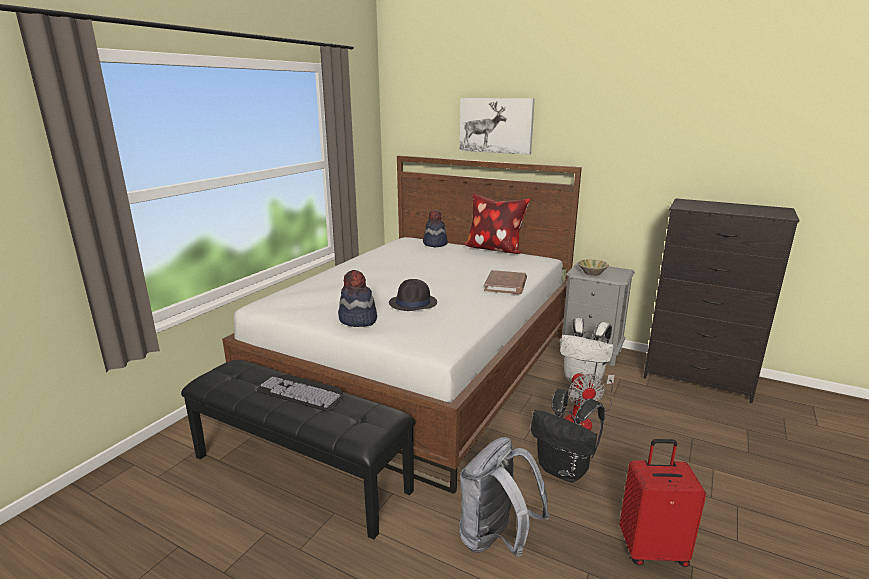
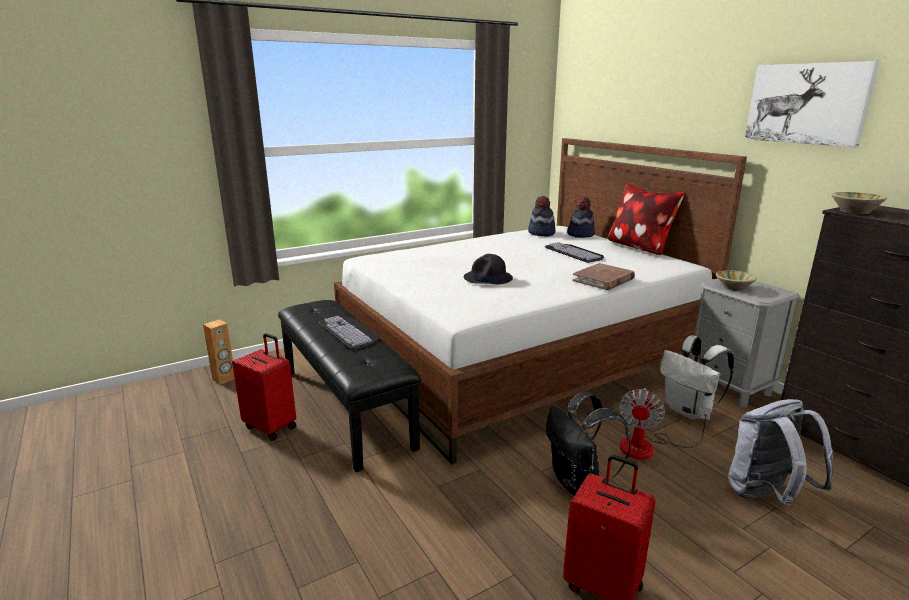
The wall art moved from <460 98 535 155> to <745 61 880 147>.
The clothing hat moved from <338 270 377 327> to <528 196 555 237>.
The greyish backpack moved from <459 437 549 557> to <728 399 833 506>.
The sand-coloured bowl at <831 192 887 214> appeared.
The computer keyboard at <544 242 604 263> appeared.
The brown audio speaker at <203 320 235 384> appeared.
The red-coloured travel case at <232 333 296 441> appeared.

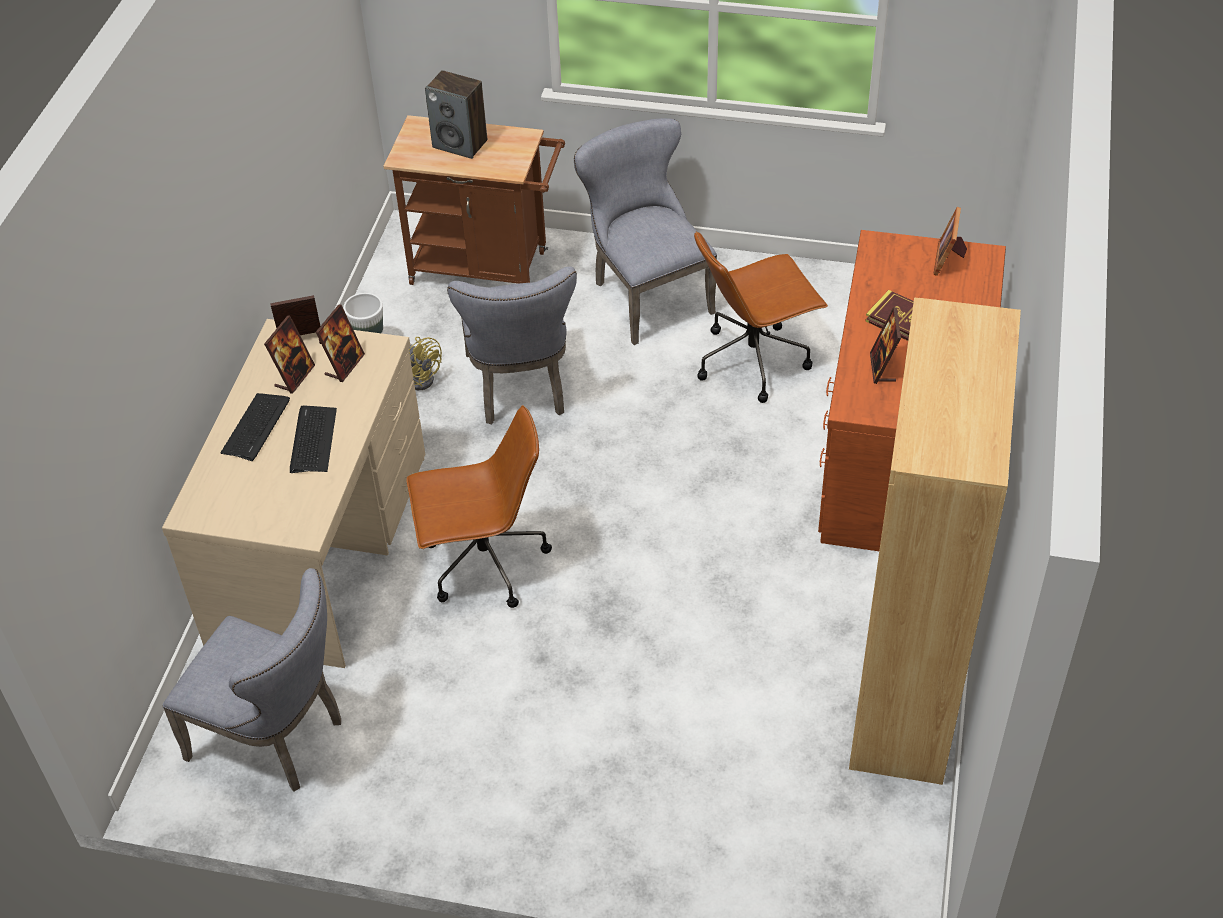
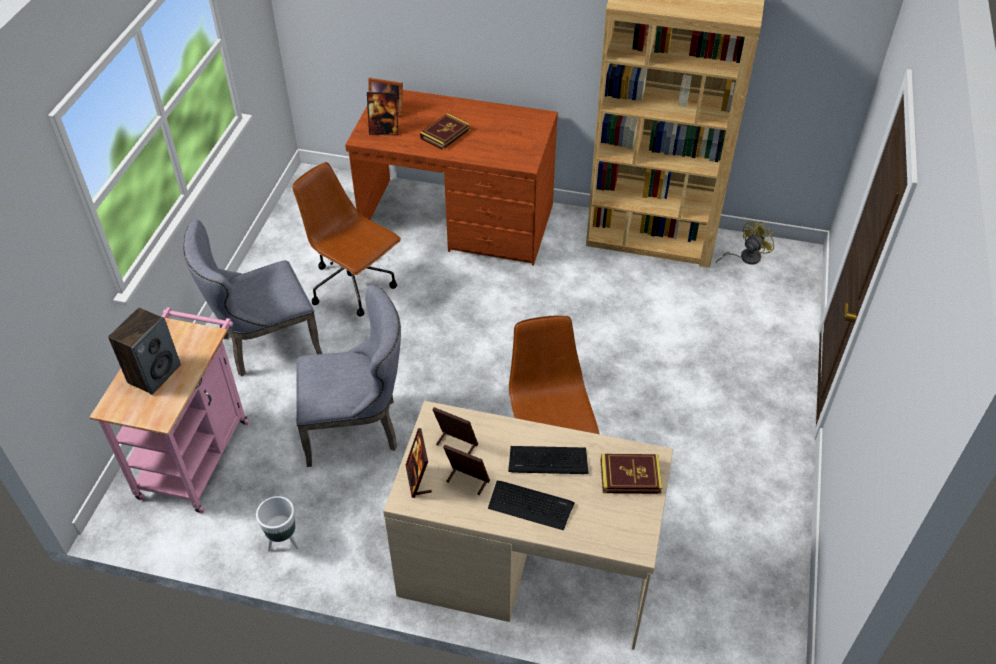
The brown trolley at <383 115 565 285> became the pink trolley at <90 307 249 514>.
The brown desk chair at <694 231 828 403> turned 150 degrees clockwise.
The standing frame moved from <870 307 901 384> to <367 92 399 135>.
The yellow-coloured cooling fan moved from <409 337 442 390> to <716 221 774 265>.
The greyish plain chair at <162 568 341 792> disappeared.
The book at <600 454 662 494> appeared.

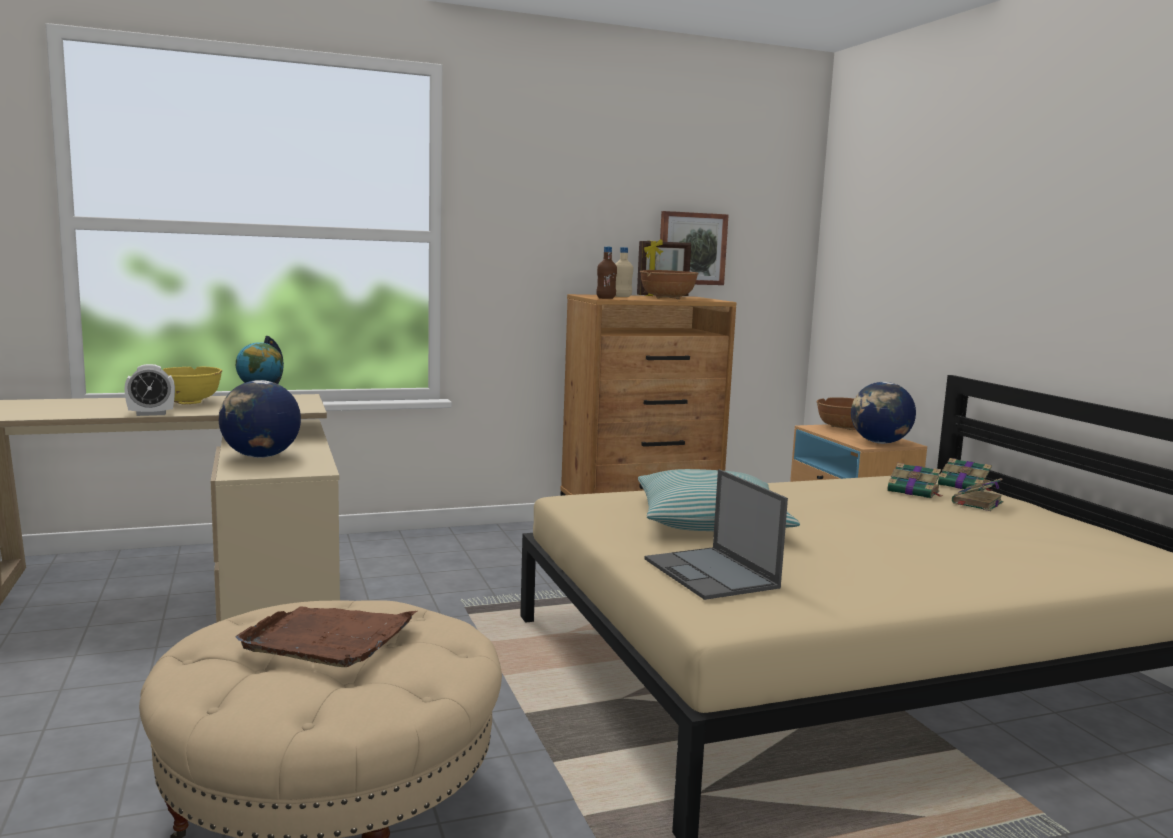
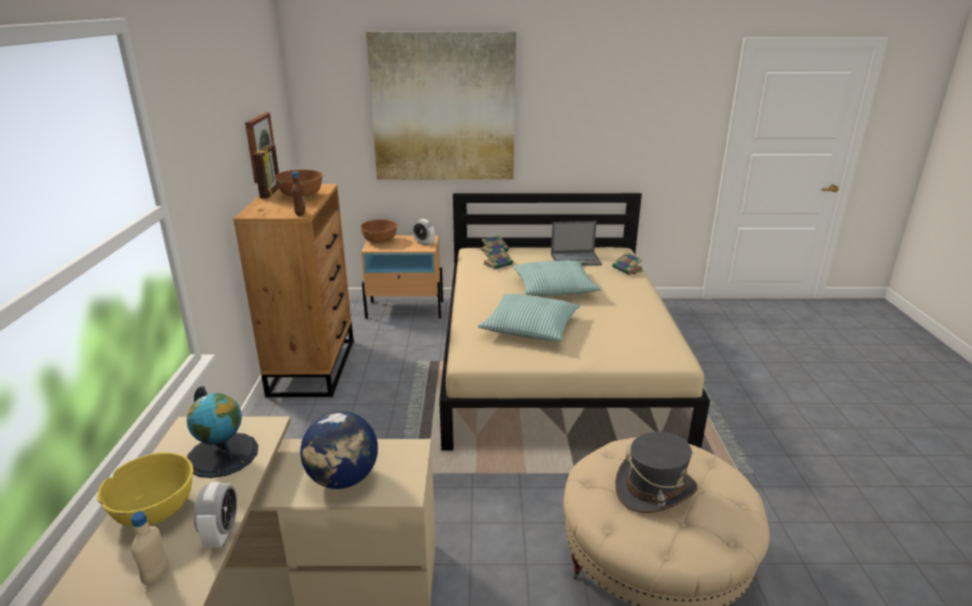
The sand-coloured drink bottle moved from <615 247 633 297> to <131 511 168 585>.
The world globe at <851 382 916 444> was replaced by the alarm clock at <413 219 435 246>.
The laptop moved from <645 469 788 600> to <551 221 602 266>.
The book moved from <952 478 1003 511> to <612 252 643 275>.
The brown tray at <235 607 417 667> was replaced by the greyish clothing hat at <615 432 698 513>.
The wall art at <366 32 516 180> appeared.
The pillow at <513 260 601 296> appeared.

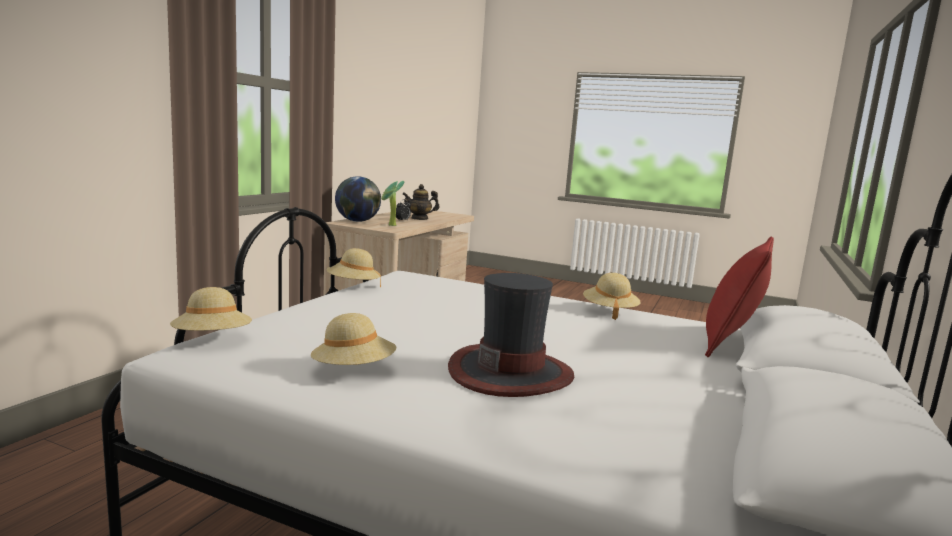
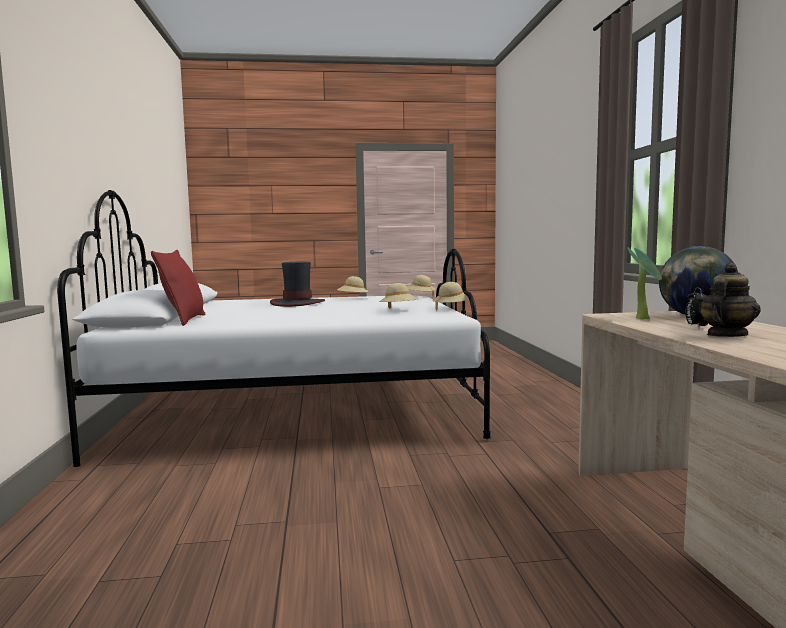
The sand-coloured clothing hat moved from <583 273 641 320> to <379 283 418 309>.

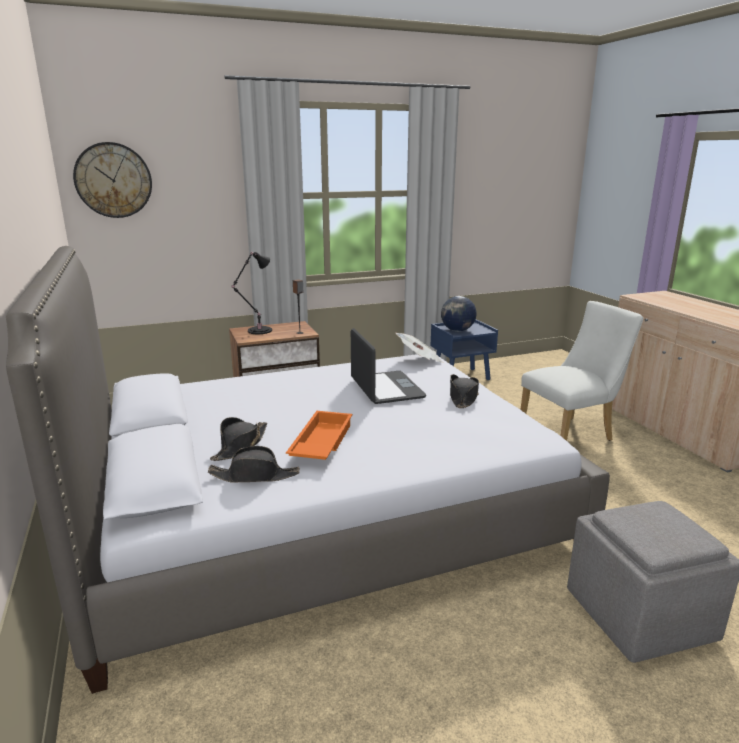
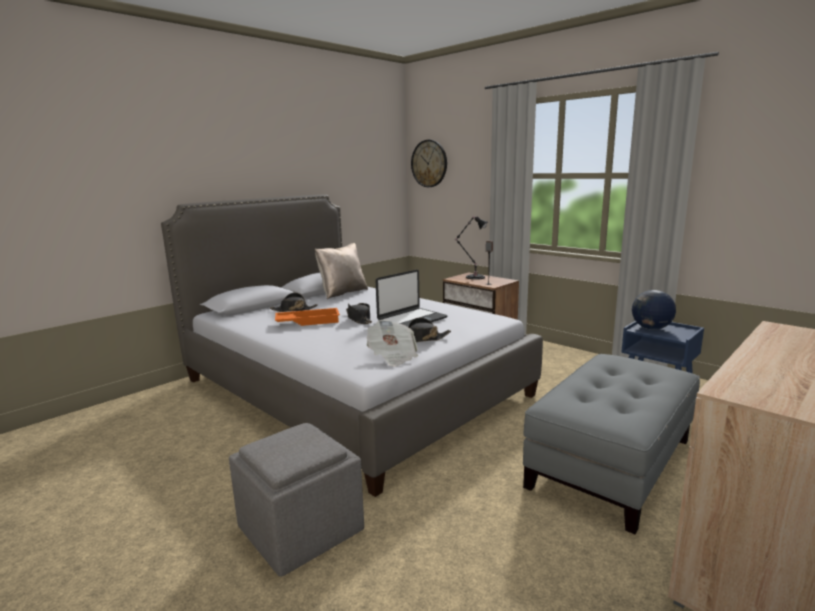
The white plain chair at <520 301 643 441> was replaced by the greyish pouffe at <523 354 700 534>.
The daily paper moved from <396 333 444 363> to <366 320 418 367>.
The black-coloured clothing hat moved from <208 446 300 483> to <346 303 372 324>.
The sand-coloured pillow at <315 243 368 299> appeared.

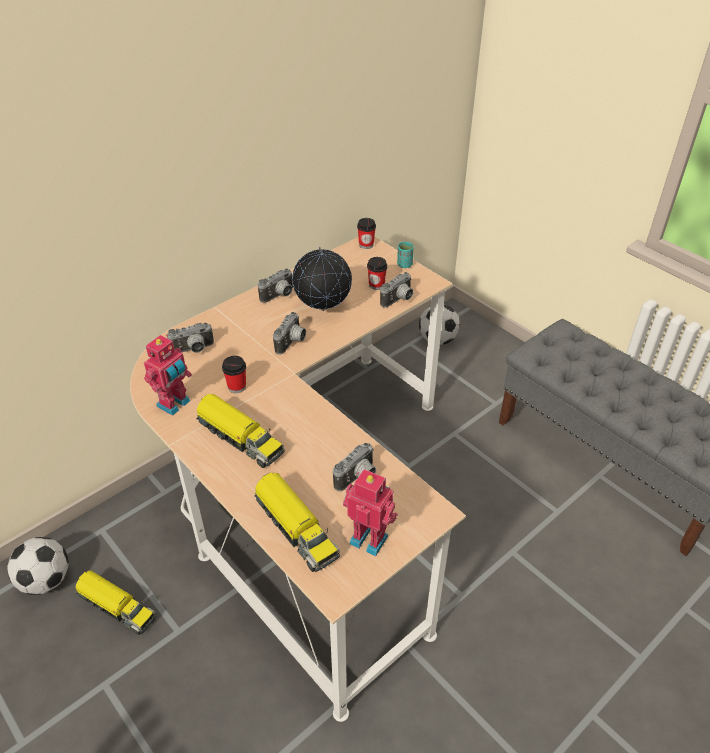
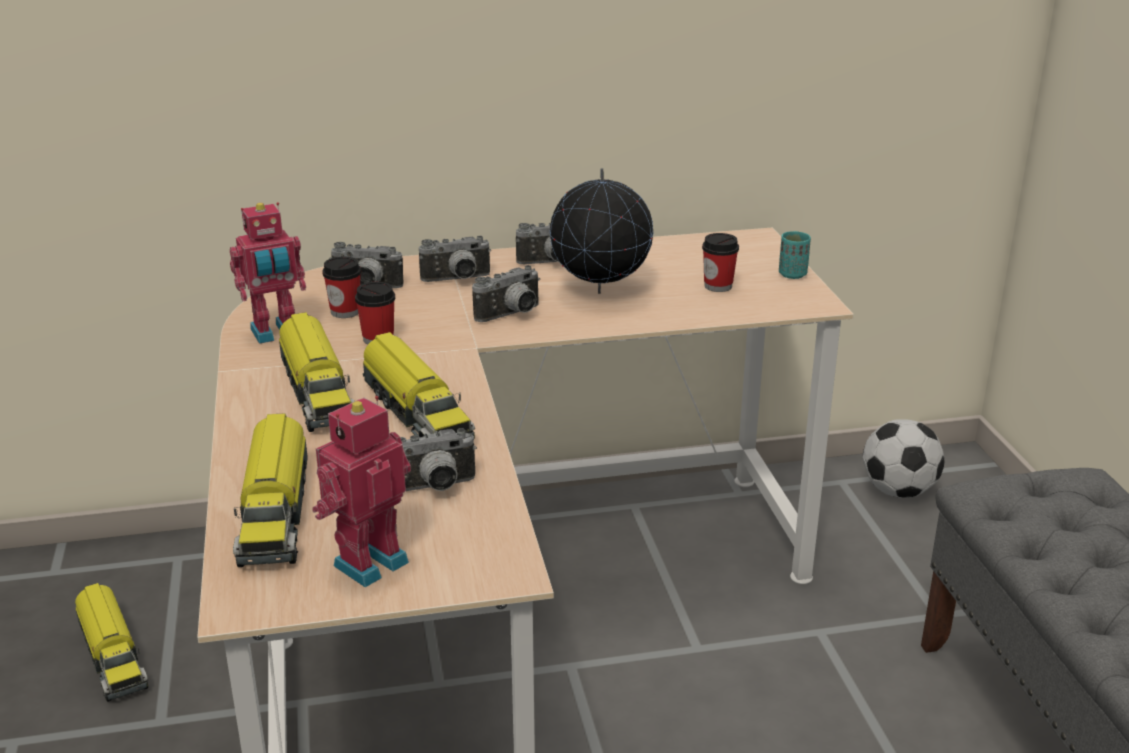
The drinking cup moved from <357 218 376 249> to <322 257 361 318>.
The still camera moved from <380 272 413 308> to <419 236 491 282>.
The toy robot at <343 469 398 556> turned 105 degrees counterclockwise.
The ball for football at <7 537 69 595> disappeared.
The model truck at <363 332 475 438> appeared.

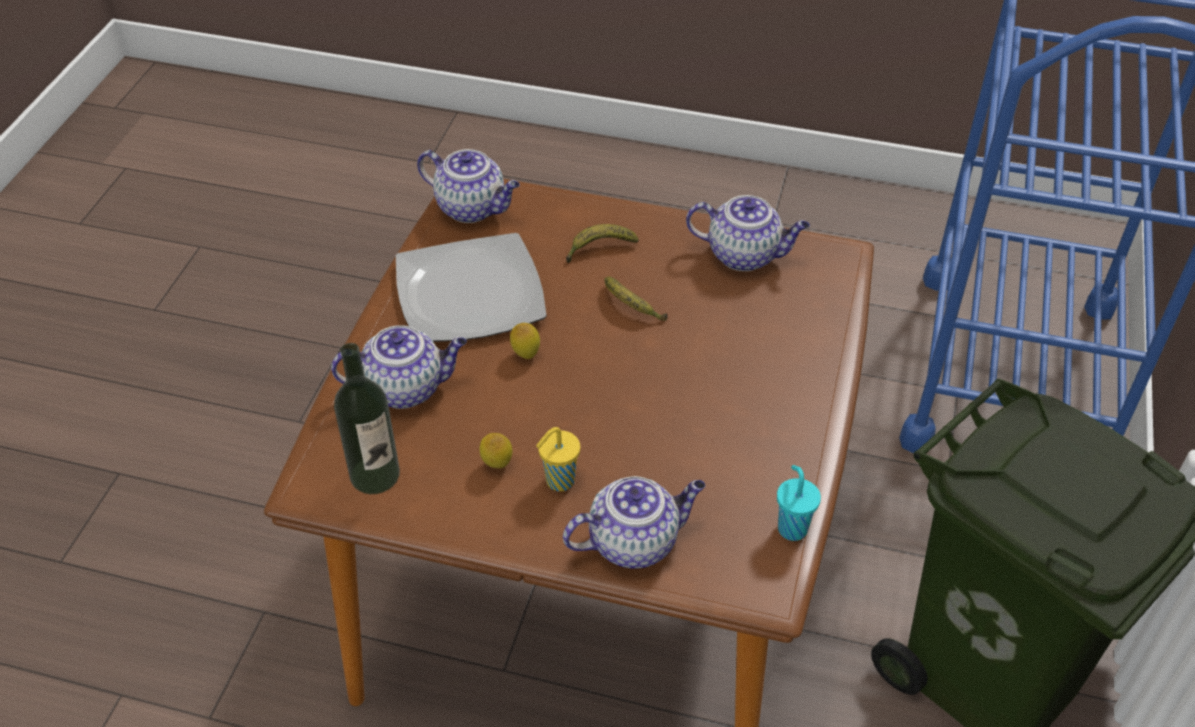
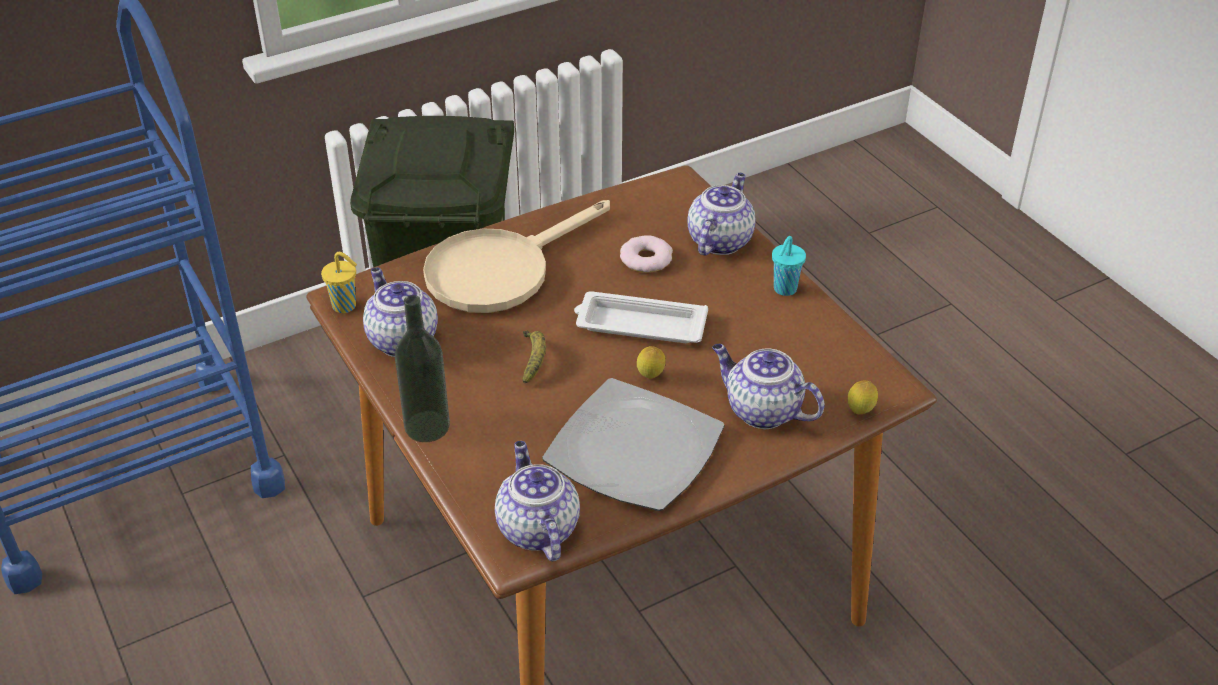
The banana at <566 224 639 263> disappeared.
The drink bottle moved from <334 343 400 494> to <395 295 450 442>.
The yellow-coloured drinking cup moved from <536 427 580 491> to <321 252 357 313>.
The lemon moved from <480 433 512 468> to <848 381 878 414>.
The turquoise drinking cup moved from <777 465 821 541> to <772 236 806 296>.
The teapot at <563 476 705 569> turned 90 degrees clockwise.
The sand-coloured pan at <423 200 610 313> appeared.
The ring doughnut at <620 235 673 273> appeared.
The white tray at <574 291 708 343> appeared.

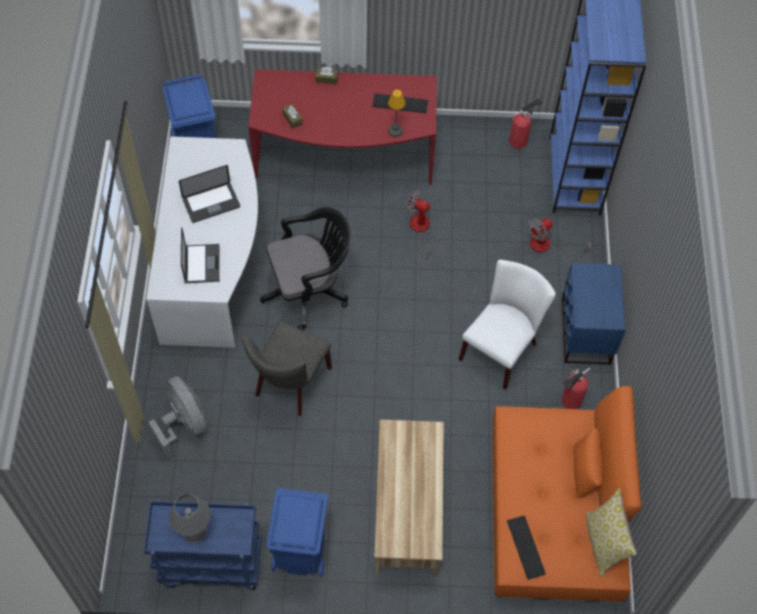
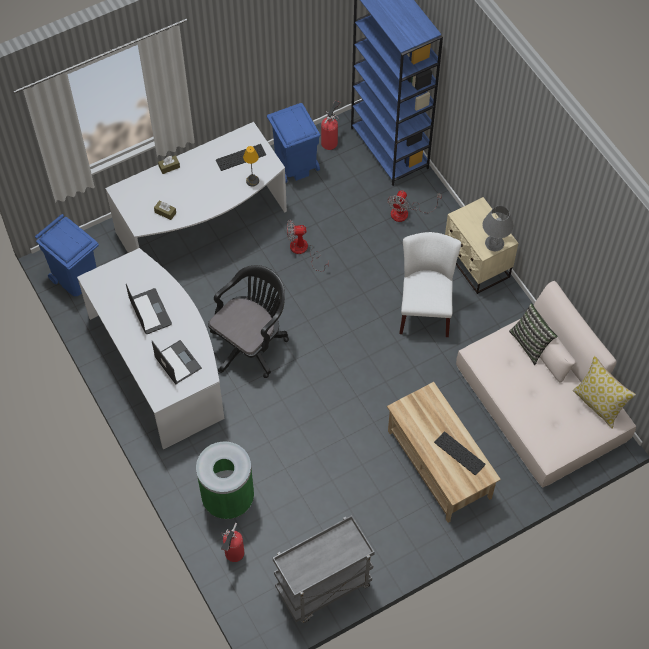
The red-coloured desk unit at <248 69 437 185> became the white desk unit at <105 122 287 253>.
The laptop at <179 165 240 223> turned 60 degrees counterclockwise.
The blue bedside table at <562 263 626 365> became the sand-coloured bedside table at <445 197 518 294>.
The greyish plain chair at <242 321 332 416> disappeared.
The extinguisher moved from <561 367 591 409> to <221 523 244 562>.
The greyish cooling fan at <149 376 207 459> was replaced by the green rubbish bin at <196 441 254 519>.
The orange-coloured settee at <493 386 641 602> became the sand-coloured settee at <456 281 636 488>.
The blue rubbish bin moved from <266 488 328 577> to <267 103 320 183>.
The greyish tabletop lamp moved from <169 494 211 543> to <482 206 514 251>.
The blue trolley at <143 499 261 590> became the greyish trolley at <273 515 375 623>.
The computer keyboard moved from <507 516 546 580> to <434 432 486 475>.
The pillow at <509 303 558 365> appeared.

